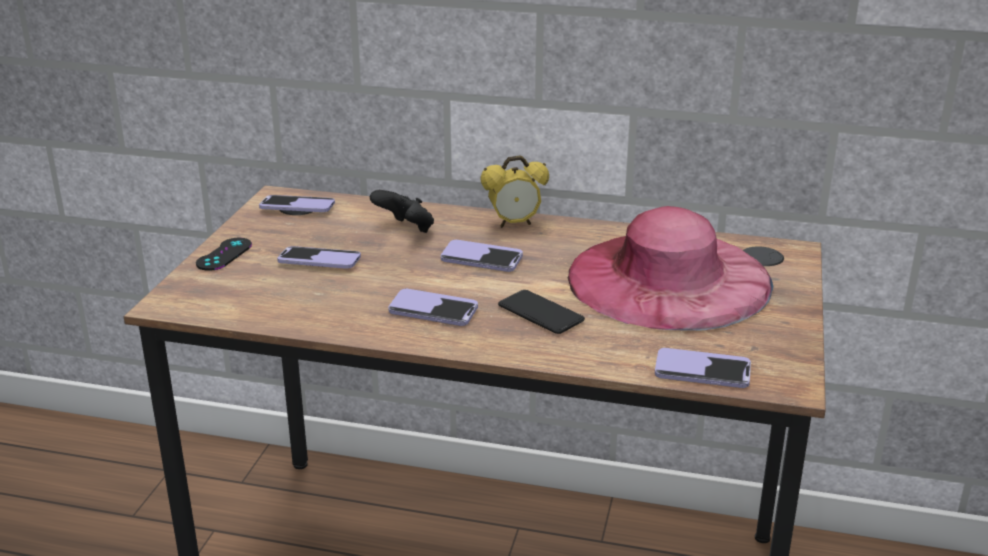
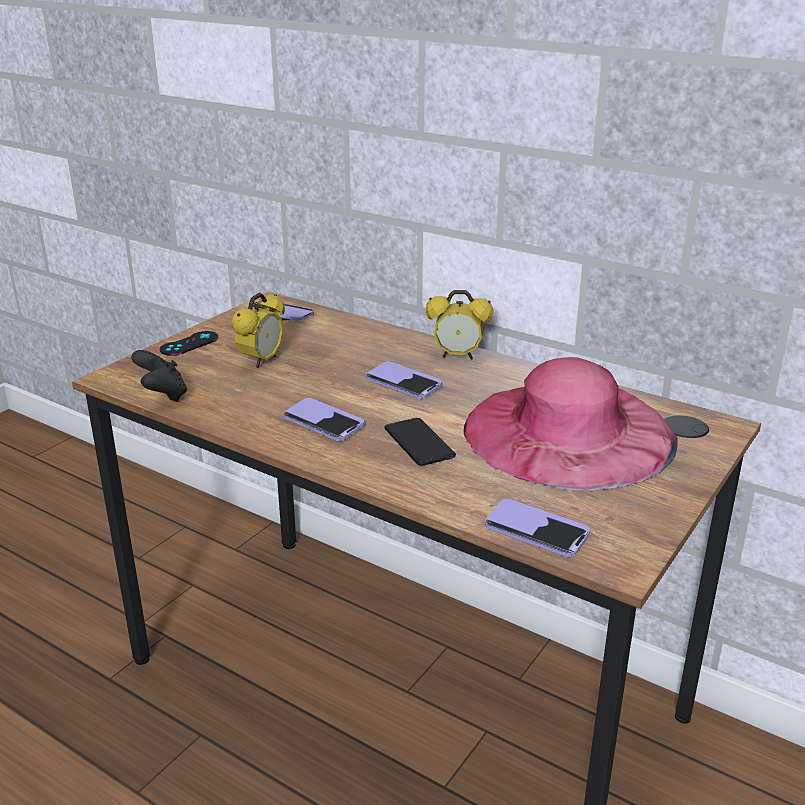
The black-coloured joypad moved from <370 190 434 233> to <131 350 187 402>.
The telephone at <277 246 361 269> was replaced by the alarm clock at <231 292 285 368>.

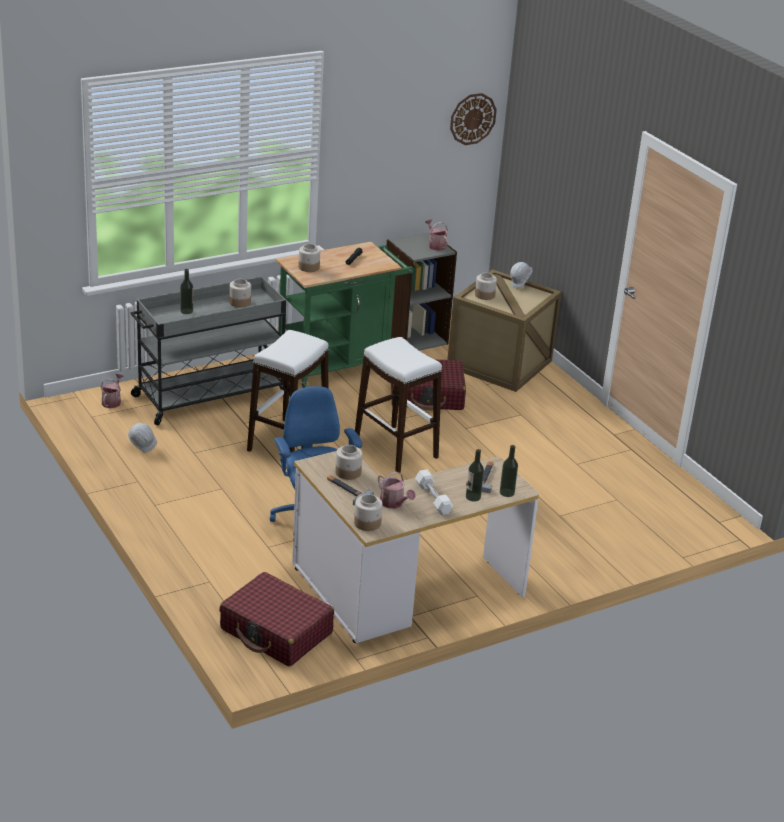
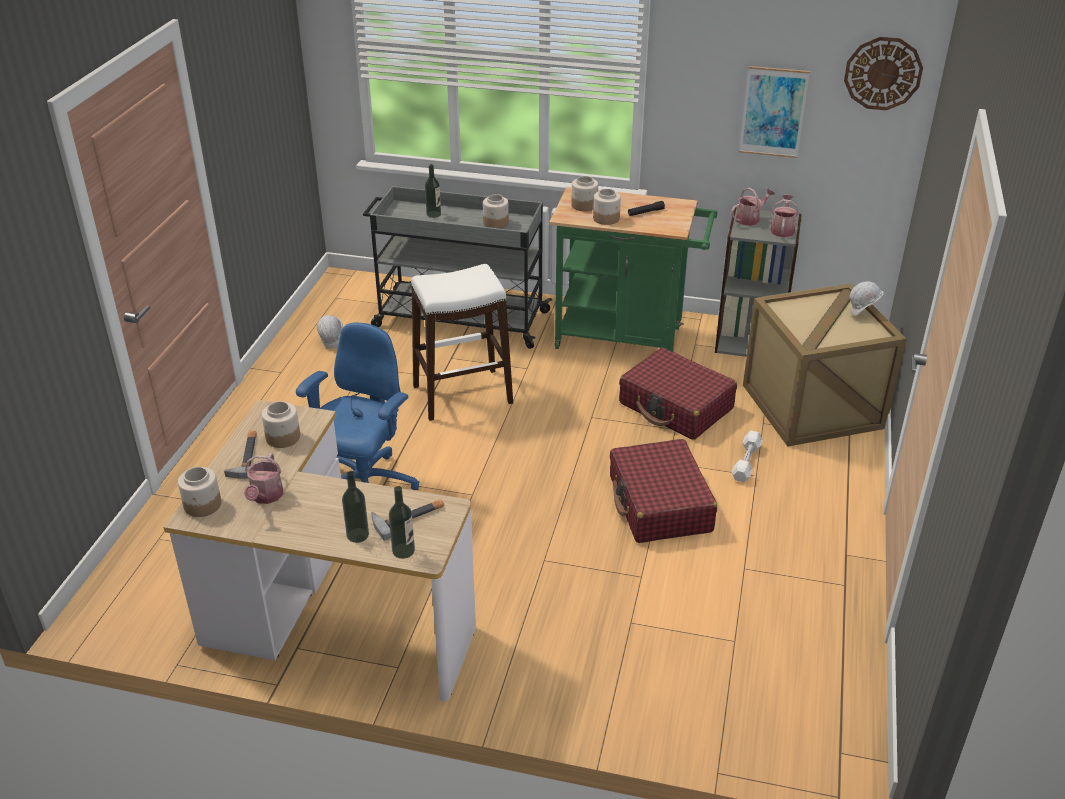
The storage jar moved from <475 273 497 300> to <593 189 621 225>.
The white stool at <355 337 442 473> disappeared.
The sprinkling can moved from <101 374 123 408> to <731 188 775 226>.
The white free weight moved from <415 469 453 515> to <732 430 763 482>.
The red-coloured travel case moved from <219 572 334 666> to <610 439 717 543>.
The wall art at <739 66 810 158> appeared.

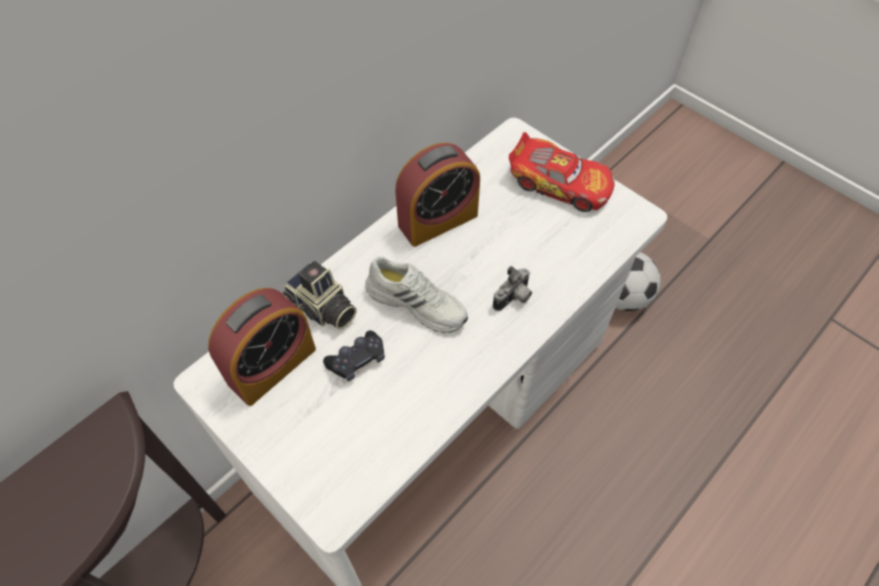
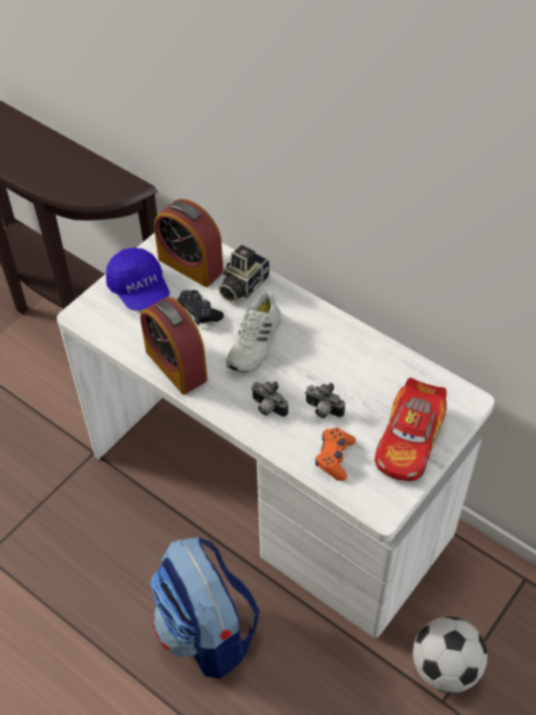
The alarm clock moved from <395 143 480 247> to <140 297 208 395>.
The blue baseball cap at <106 248 170 310> appeared.
The still camera at <305 383 345 418> appeared.
The orange-coloured joypad at <315 427 356 481> appeared.
The backpack at <150 537 260 679> appeared.

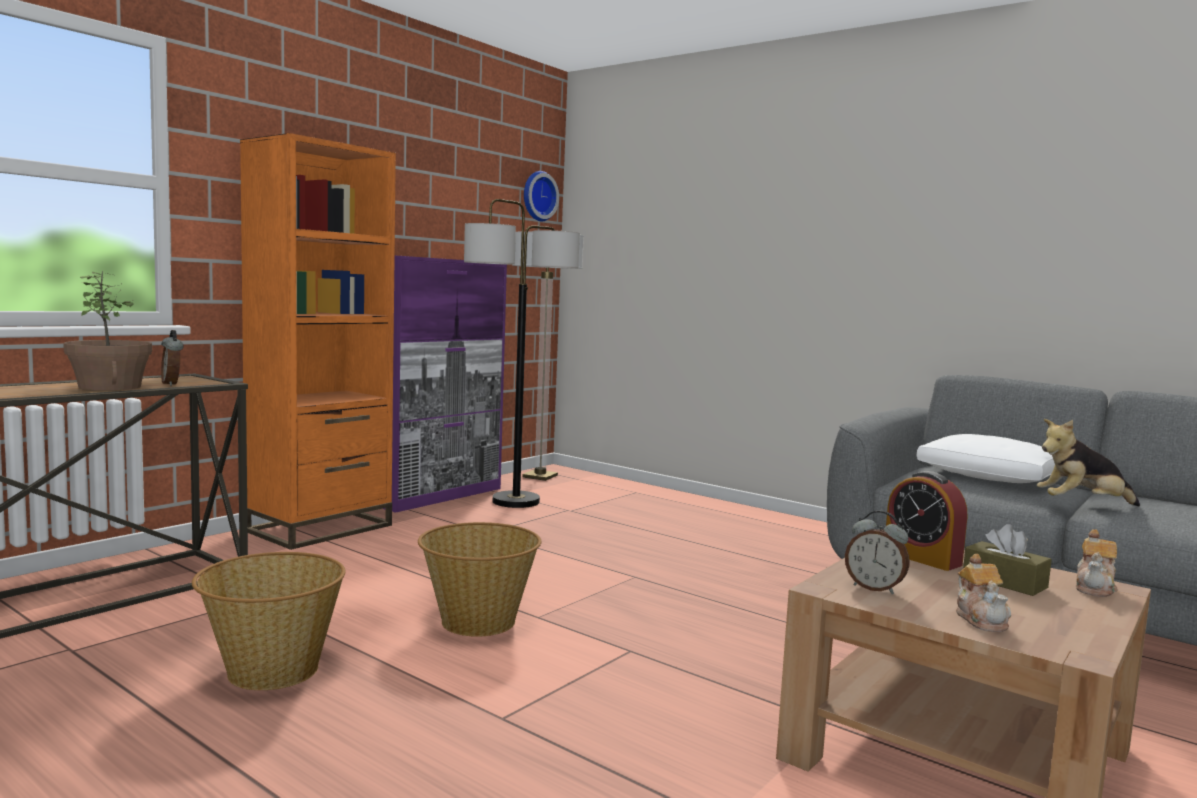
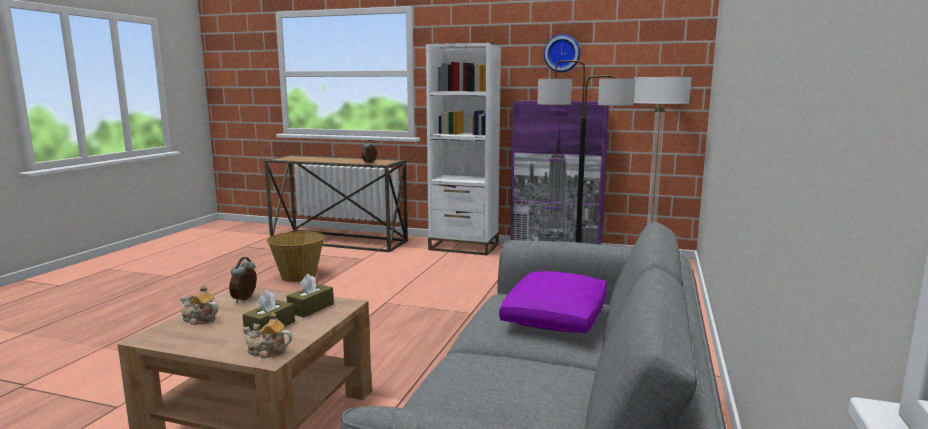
The orange-coloured shelving unit at <240 133 396 550> became the white shelving unit at <426 43 501 255>.
The clock on the wall moved from <524 171 559 221> to <544 34 580 72>.
The plant in a pot at <63 271 152 391> disappeared.
The plush toy at <1037 419 1140 506> disappeared.
The white pillow at <917 434 1055 483> became the purple-coloured pillow at <499 271 607 333>.
The alarm clock at <886 471 967 571> was replaced by the brown tissue box at <287 274 334 318>.
The household basket at <418 522 541 637> disappeared.
The teapot at <956 554 1011 632> turned 45 degrees clockwise.

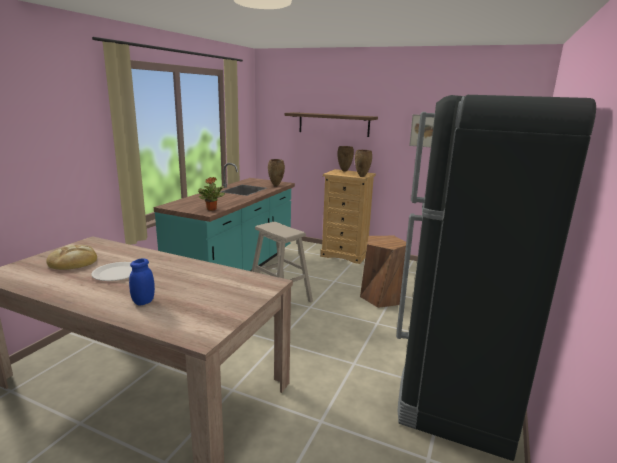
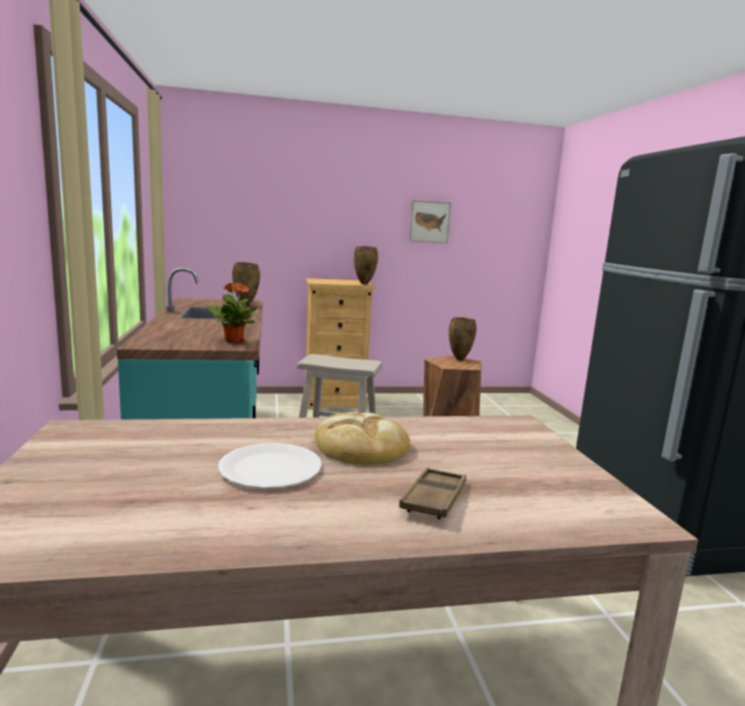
The wall shelf at <284 112 378 137> disappeared.
The brown flower vase moved from <337 146 354 172> to <449 317 477 360>.
The bakery bread moved from <46 245 97 270> to <315 412 410 465>.
The blue storage jar at <129 258 155 306> was replaced by the brown tray at <399 468 466 520>.

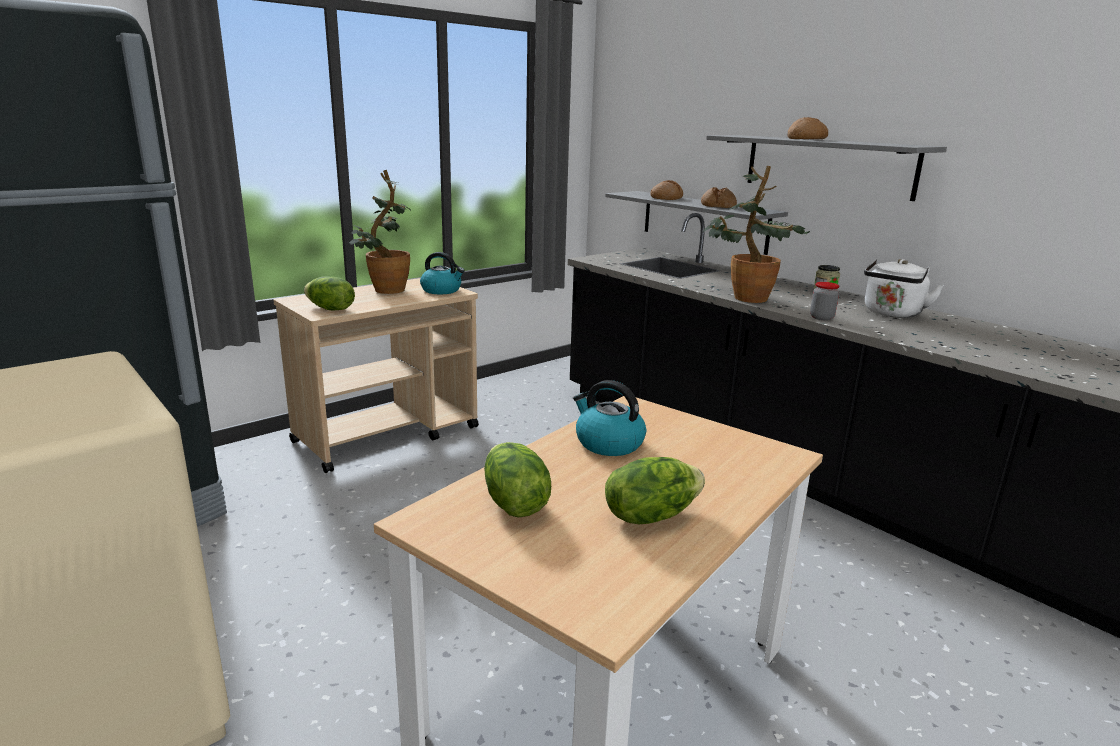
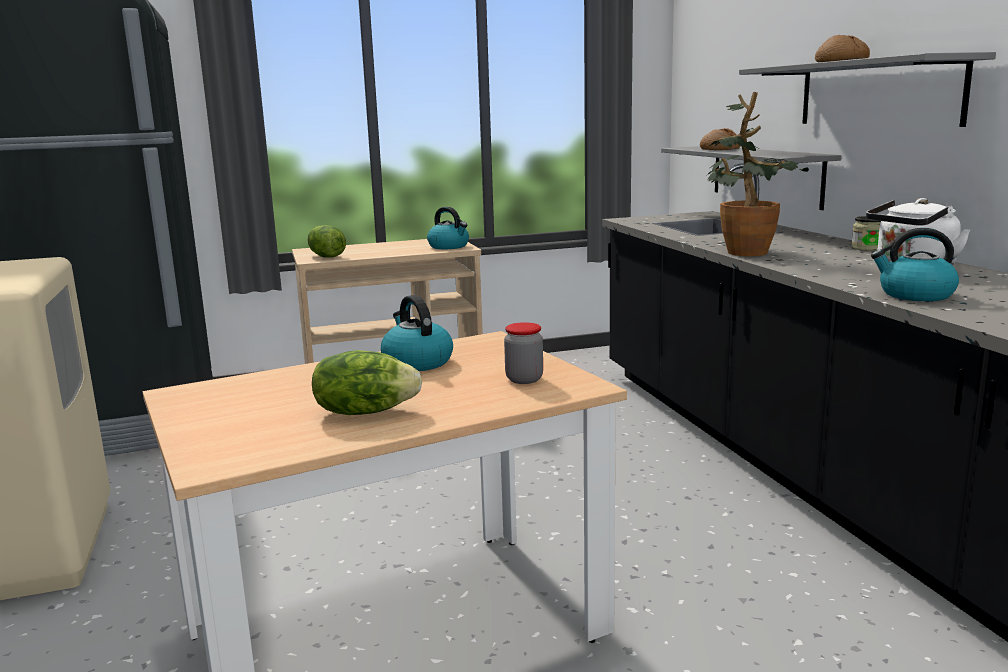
The plant in a pot at <349 170 410 294> disappeared.
The bakery bread at <701 187 737 208> disappeared.
The storage jar moved from <810 282 839 320> to <504 322 543 384>.
The head of lettuce at <484 442 551 518> disappeared.
The tea kettle at <871 228 959 301> appeared.

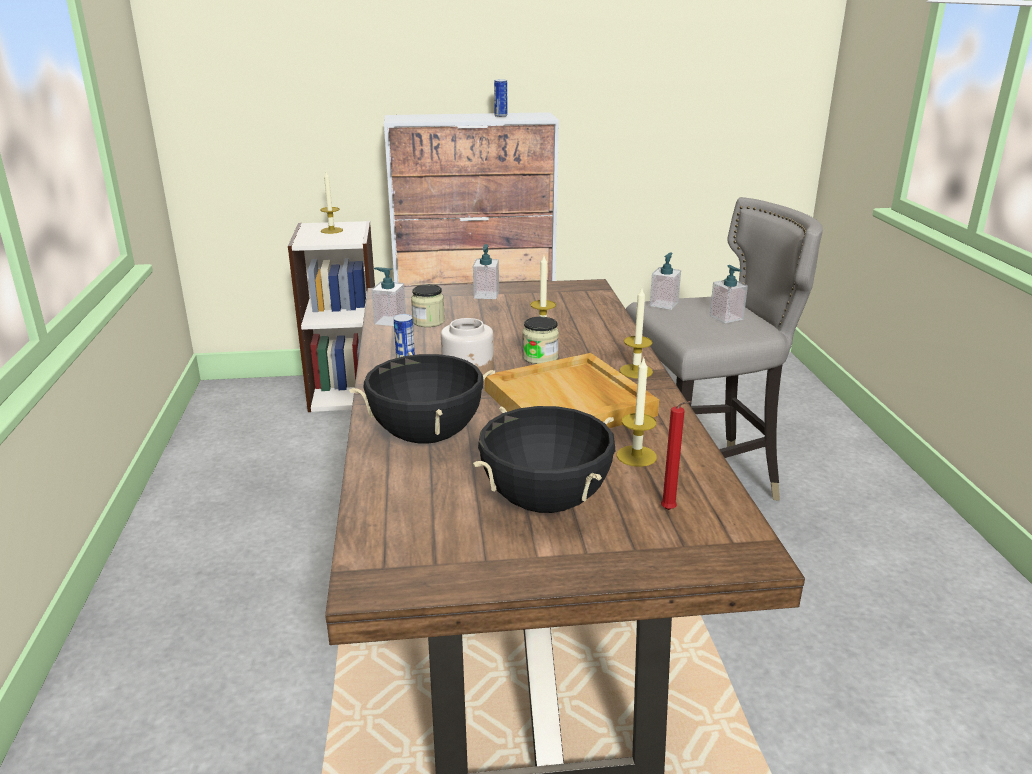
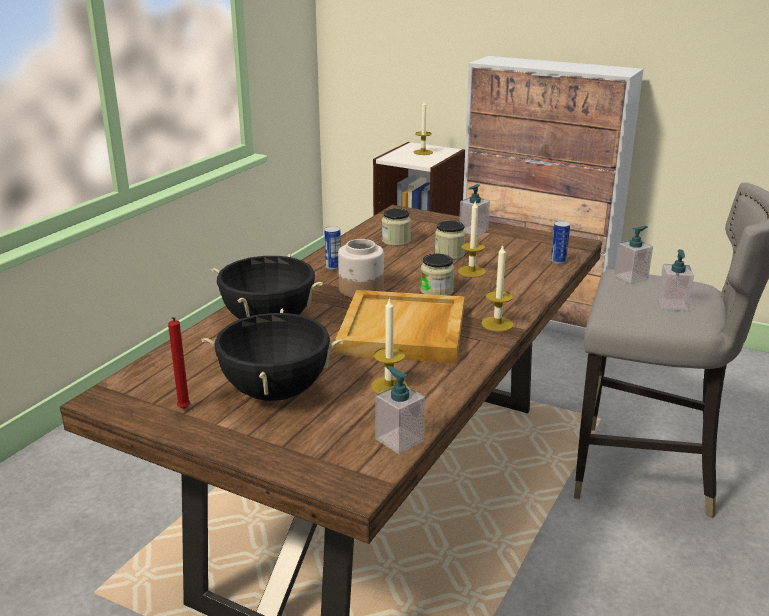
The metal can moved from <494 80 507 117> to <551 221 570 264>.
The soap bottle moved from <372 267 406 326> to <375 366 425 454>.
The red-coloured candle moved from <661 401 691 510> to <168 317 191 409>.
The storage jar at <435 220 466 260> appeared.

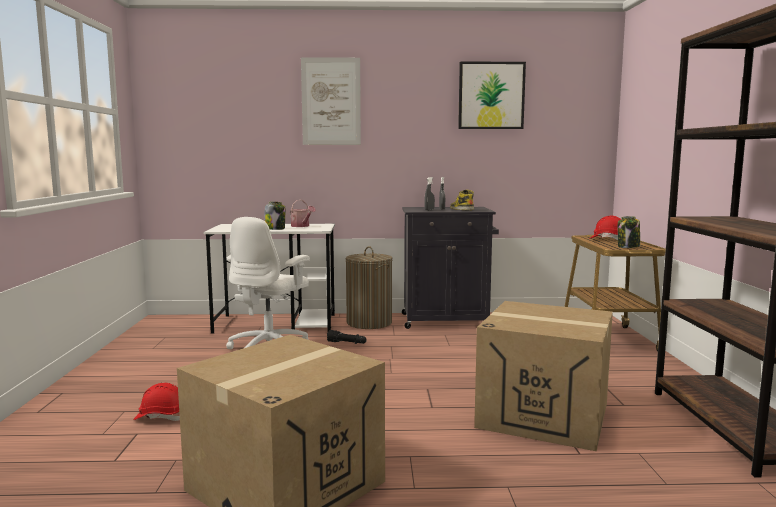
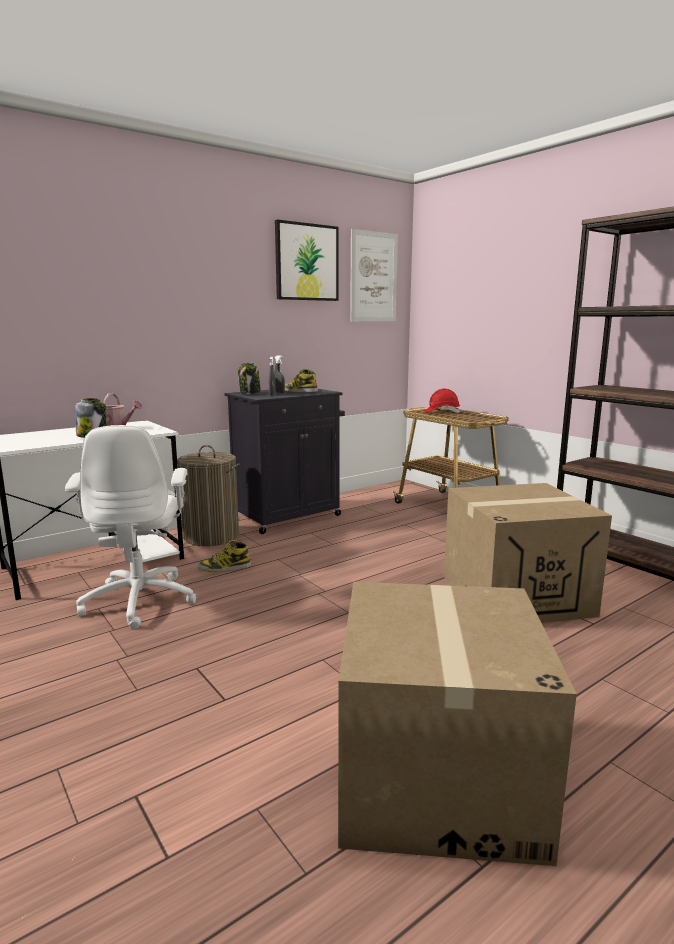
The wall art moved from <301 57 361 145> to <350 229 398 322>.
The storage jar moved from <618 216 640 248> to <238 363 261 395>.
The black-coloured hand torch at <327 330 367 344> was replaced by the high-top boot at <198 540 251 572>.
The red-coloured safety helmet at <133 383 180 421> disappeared.

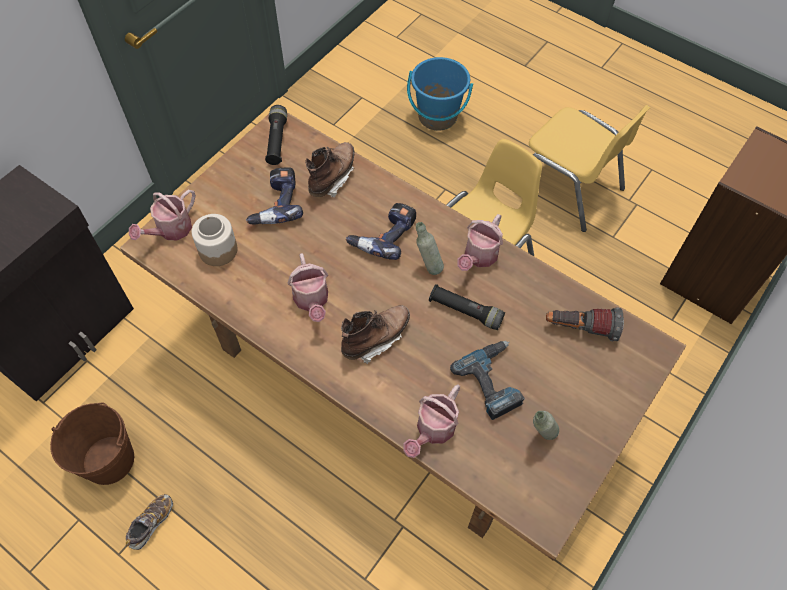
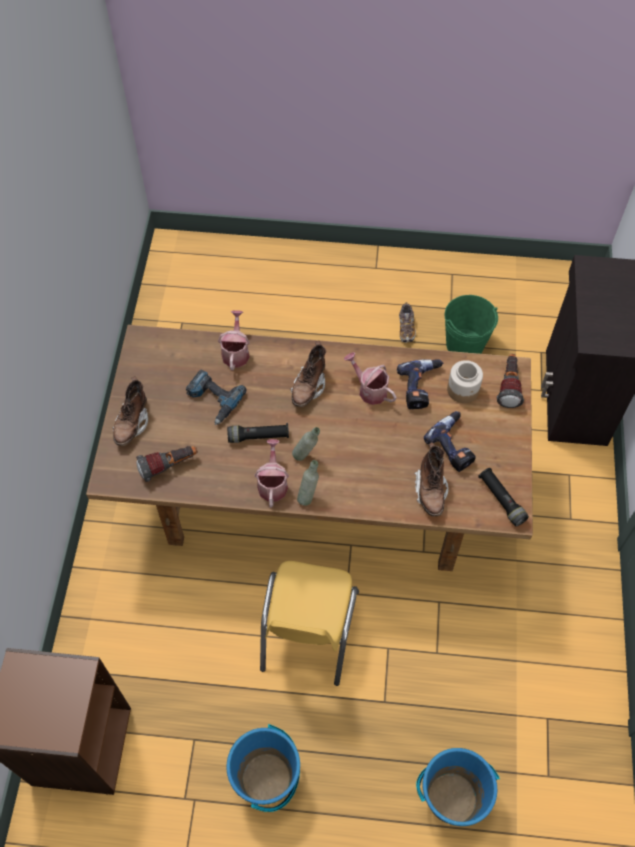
The yellow-coloured plain chair at <529 105 650 232> was replaced by the blue water bucket at <226 724 300 812>.
The sprinkling can at <129 190 196 240> was replaced by the hand torch at <497 354 524 408>.
The drill moved from <346 203 416 260> to <397 360 443 409>.
The brown water bucket at <50 402 134 485> became the green water bucket at <444 295 498 354>.
The greyish drink bottle moved from <533 411 559 440> to <297 460 319 506>.
The brown high-top boot at <113 376 148 446> appeared.

